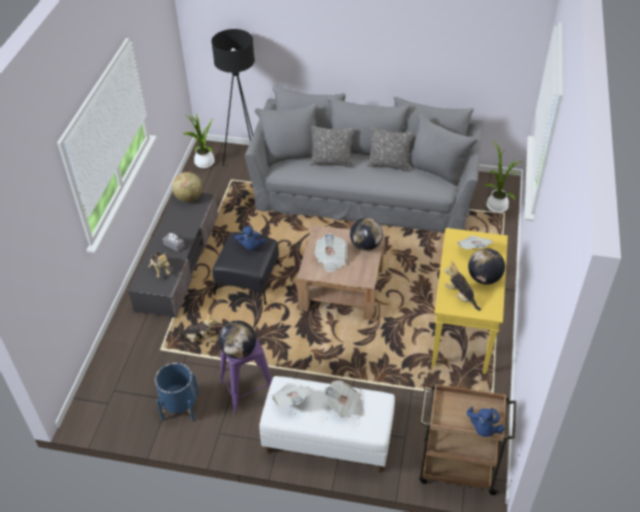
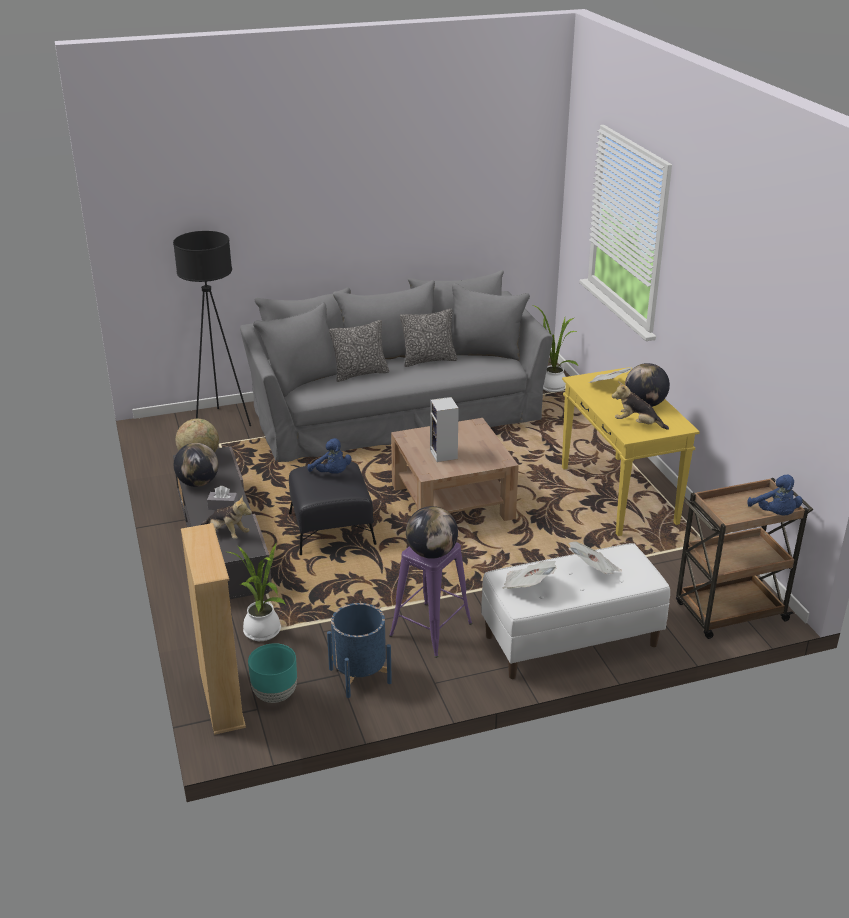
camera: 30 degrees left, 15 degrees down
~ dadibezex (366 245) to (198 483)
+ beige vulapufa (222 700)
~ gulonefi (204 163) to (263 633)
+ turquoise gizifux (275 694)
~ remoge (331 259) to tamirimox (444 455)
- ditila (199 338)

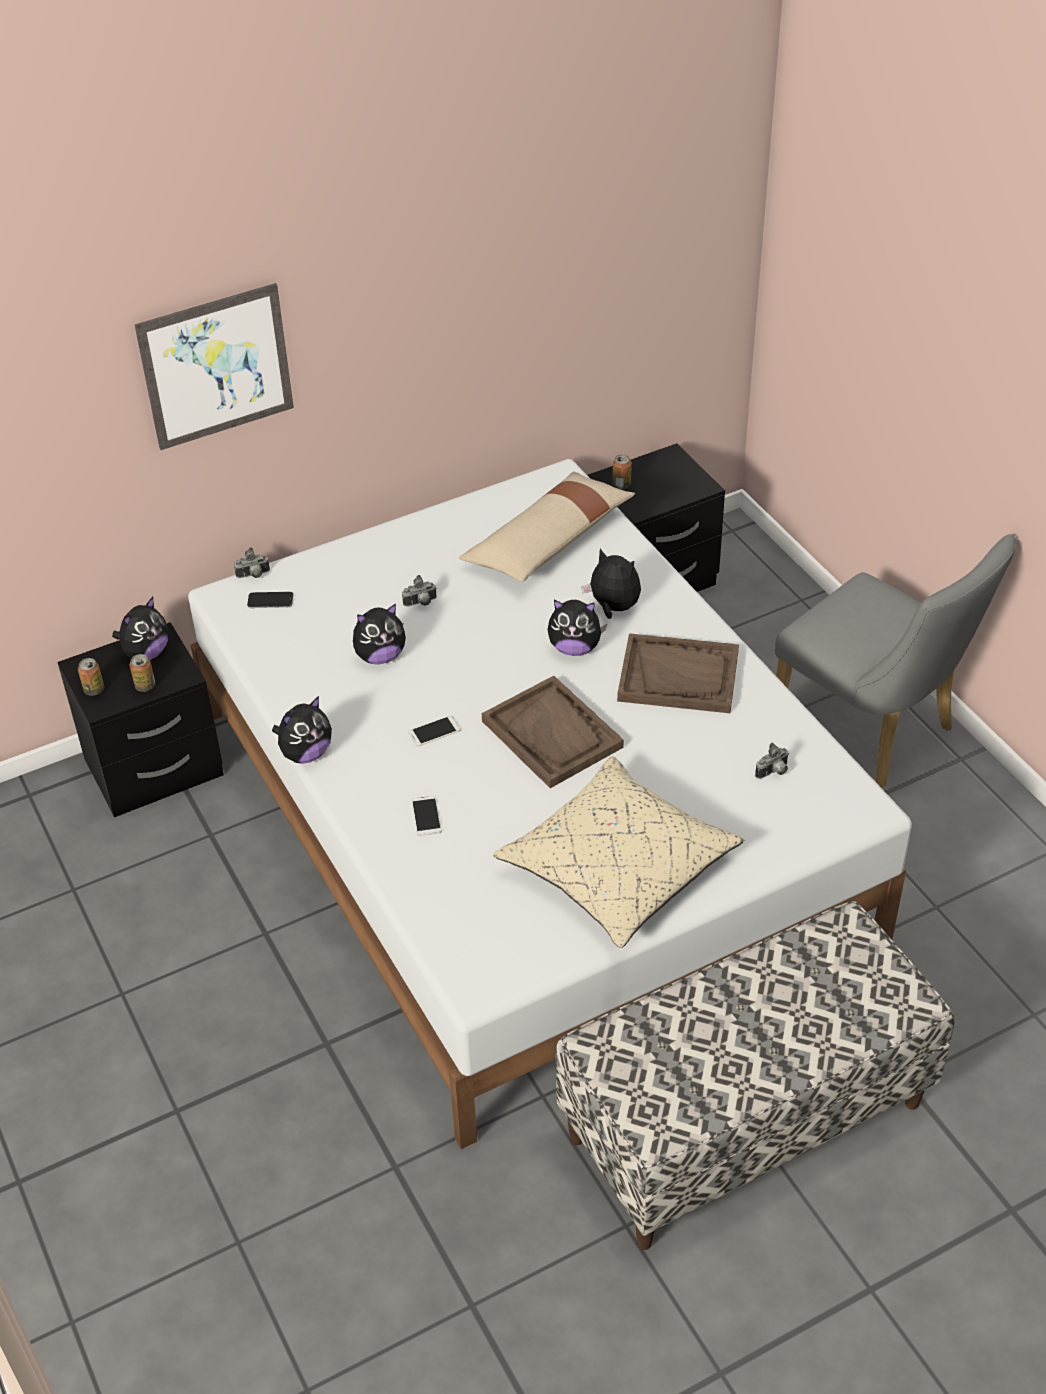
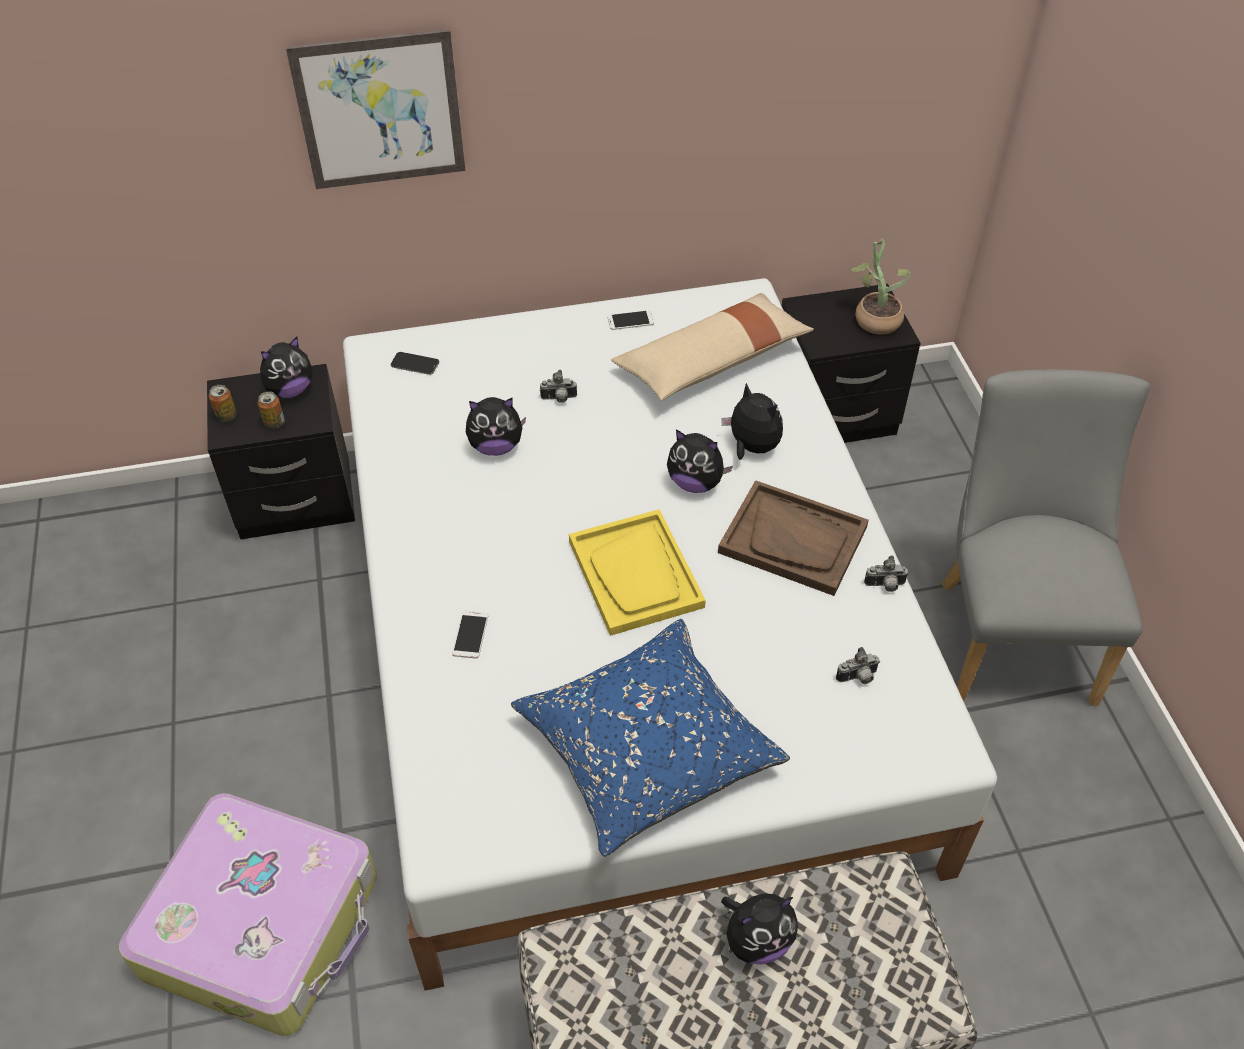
camera: 15 degrees right, 5 degrees up
+ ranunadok (264 924)
~ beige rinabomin (617 867) to blue rinabomin (646 748)
~ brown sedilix (552 734) to yellow sedilix (636 574)
~ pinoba (434 731) to (630 320)
~ ditila (305 753) to (756 940)
+ gulonefi (874 318)
~ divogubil (253 575) to (885 586)
~ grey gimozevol (873 731) = (1011 630) 150 degrees counterclockwise
- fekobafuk (621 484)

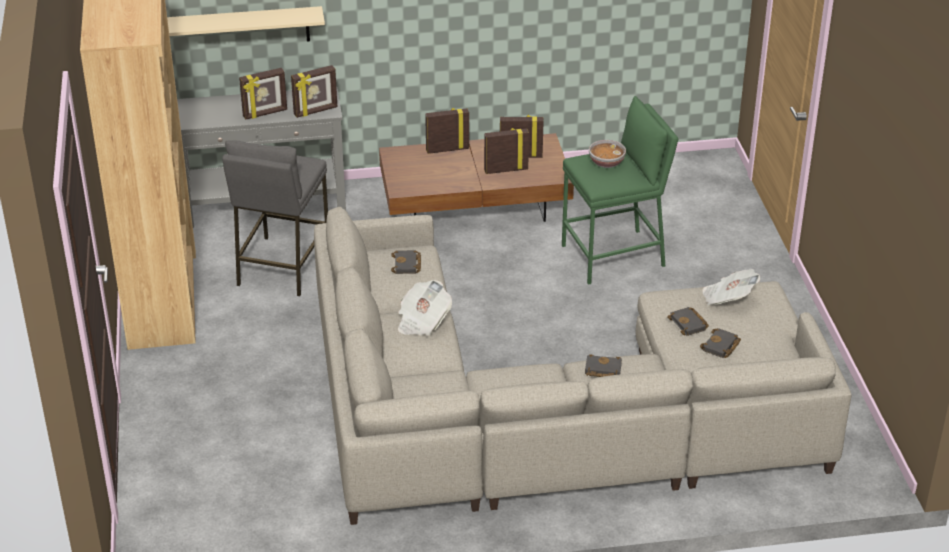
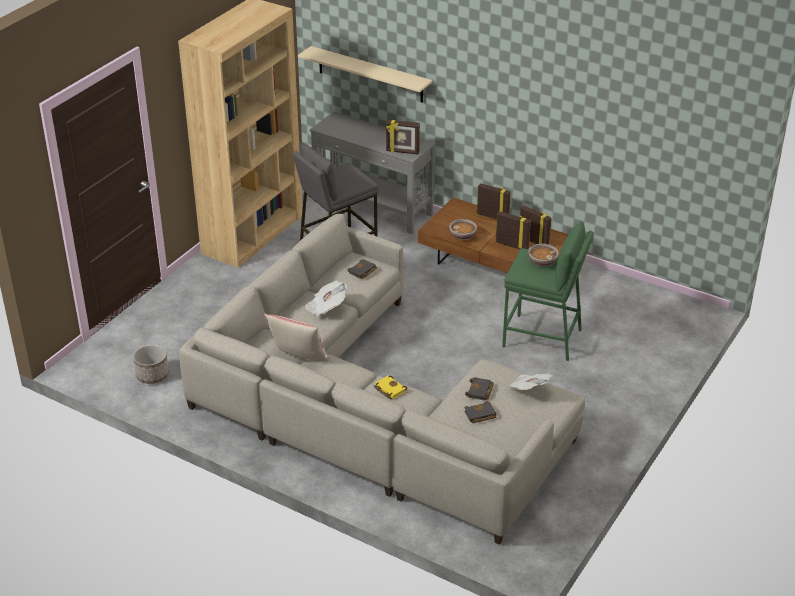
camera: 40 degrees right, 0 degrees up
+ gizifux (153 375)
+ rinabomin (299 357)
~ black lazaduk (602 370) to yellow lazaduk (389 389)
+ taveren (463 236)
- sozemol (265 113)

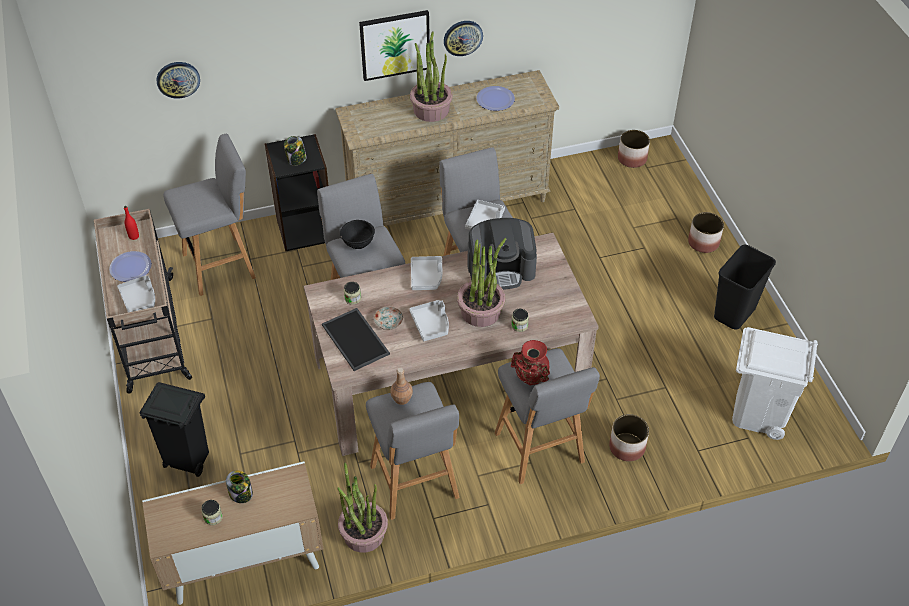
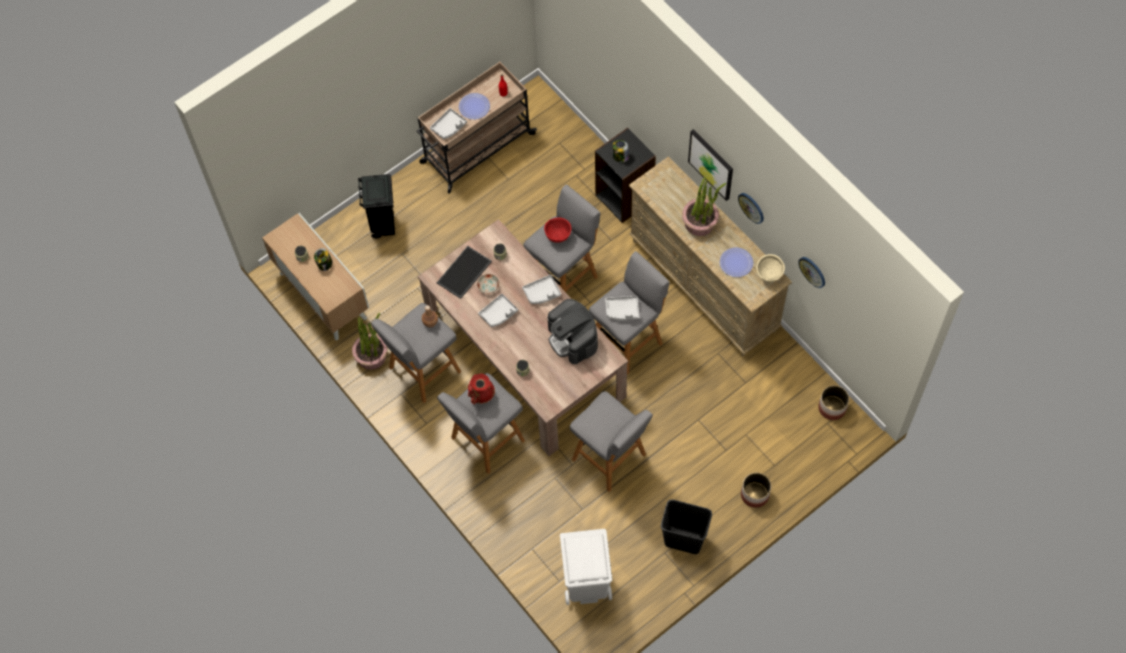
camera: 70 degrees right, 15 degrees up
~ black taveren (358 244) to red taveren (558 236)
~ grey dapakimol (222 265) to (610 459)
+ beige taveren (769 274)
~ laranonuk (178 79) to (812 271)
- gulonefi (481 311)
- gizifux (627 447)

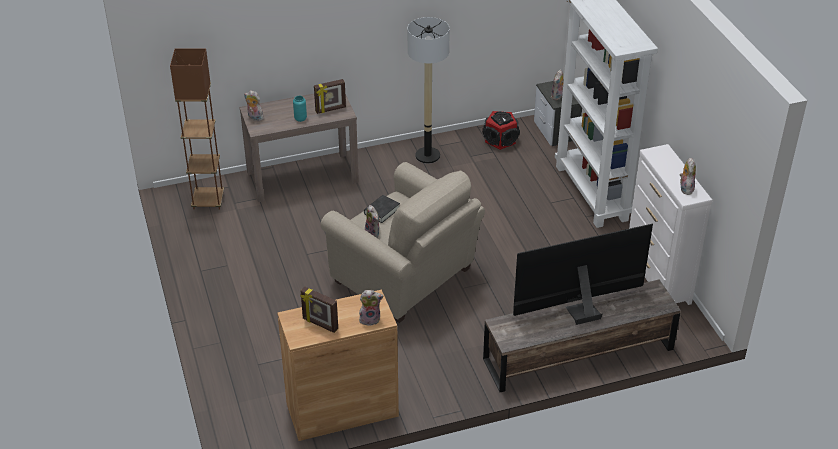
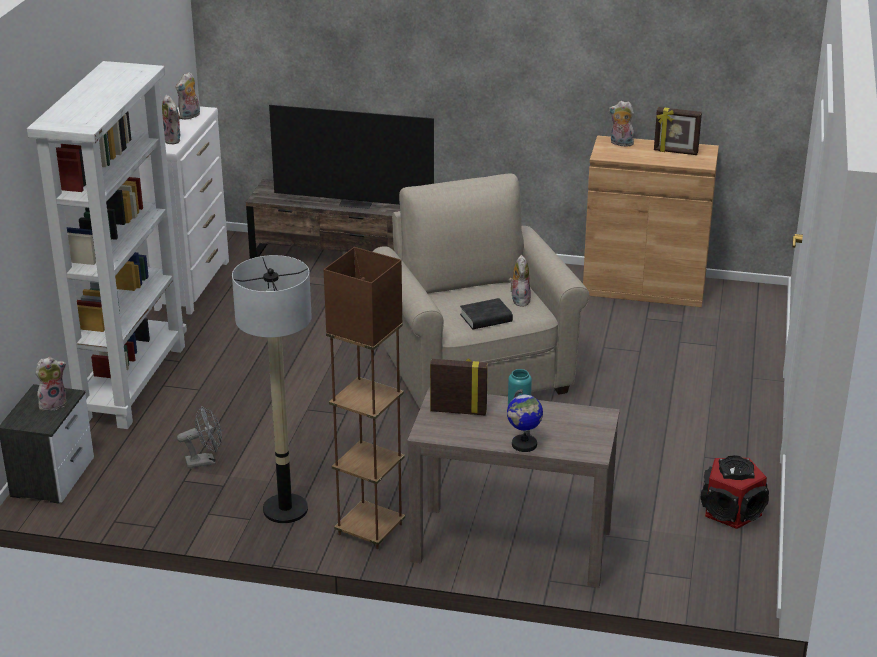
camera: 150 degrees left, 10 degrees down
~ ditila (254 118) to (173 140)
+ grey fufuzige (205 461)
~ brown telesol (208 201) to (370 529)
+ dadibezex (524 445)
~ sozemol (320 324) = (675 152) 135 degrees clockwise
~ tamirimox (500 140) to (731 511)

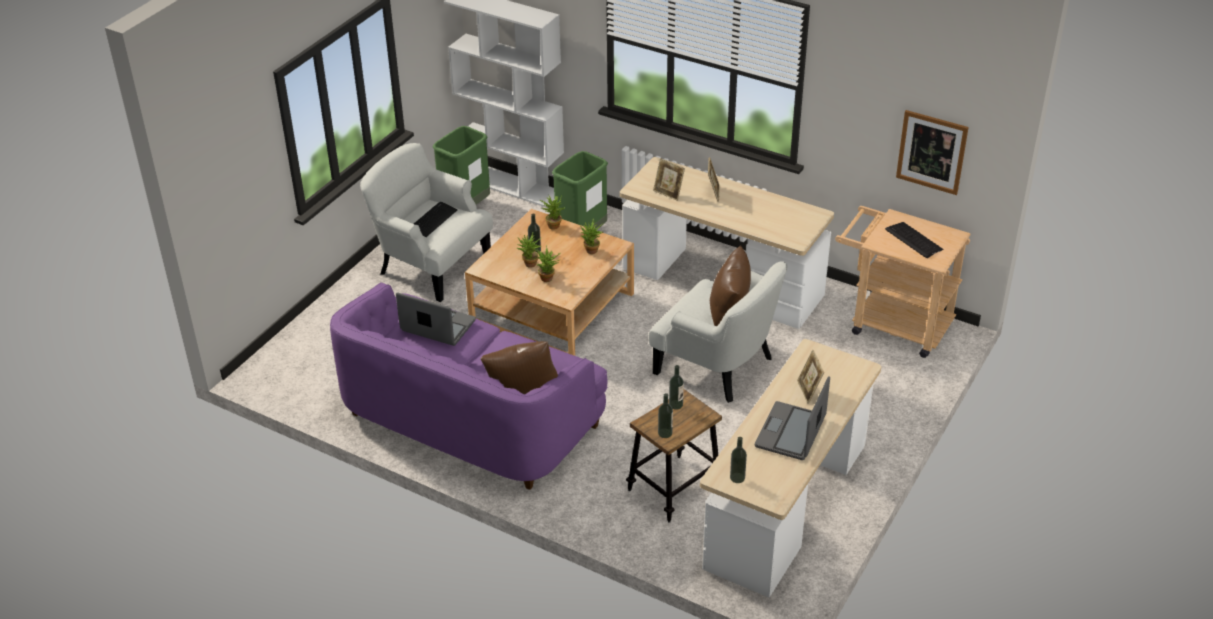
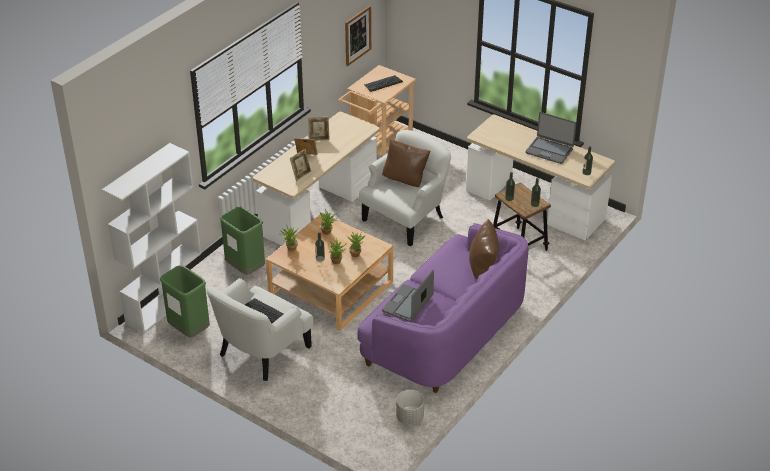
camera: 85 degrees left, 0 degrees up
~ sozemol (809 391) to (319 138)
+ grey gizifux (410 418)

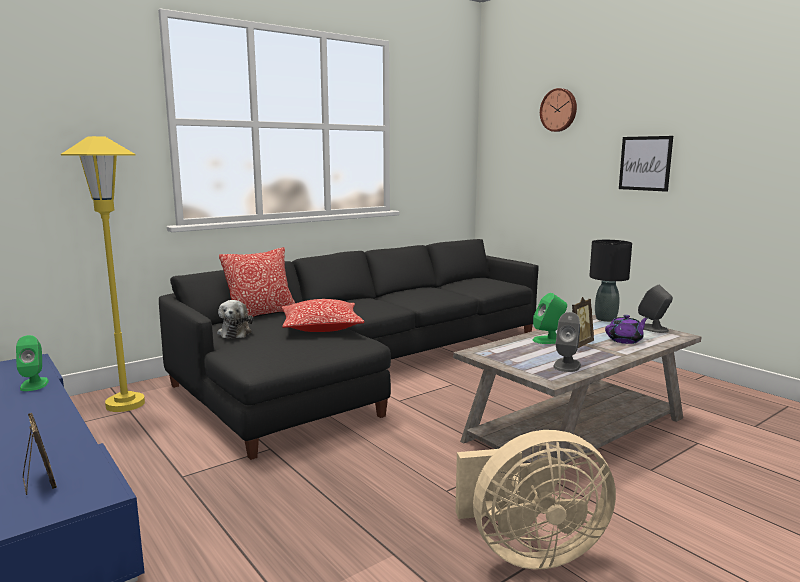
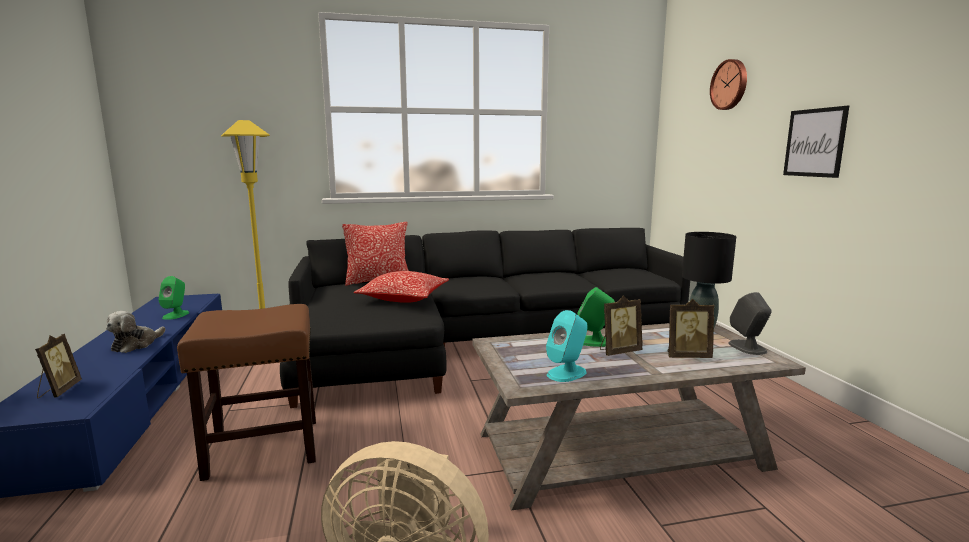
camera: 25 degrees right, 0 degrees up
~ ditila (235 332) to (136 344)
+ brown dapakimol (262 448)
~ grey tamirimox (567 365) to turquoise tamirimox (567 373)
~ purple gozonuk (625 340) to sozemol (687 356)

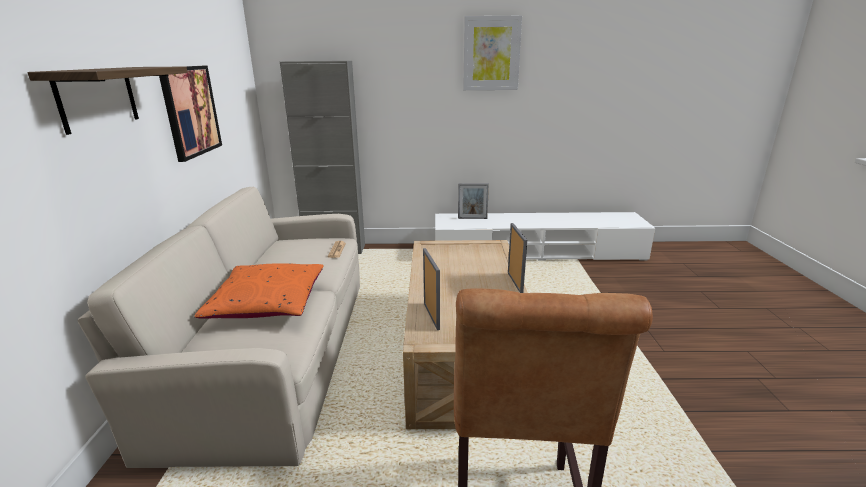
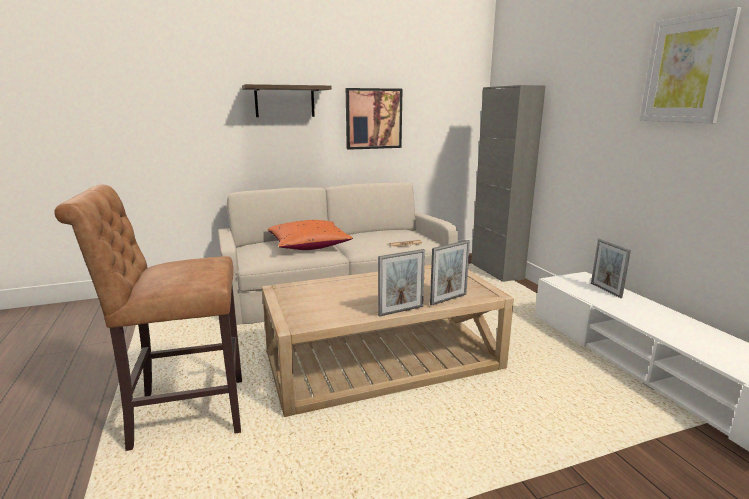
camera: 70 degrees right, 5 degrees down
~ sozemol (431 316) to (448 299)

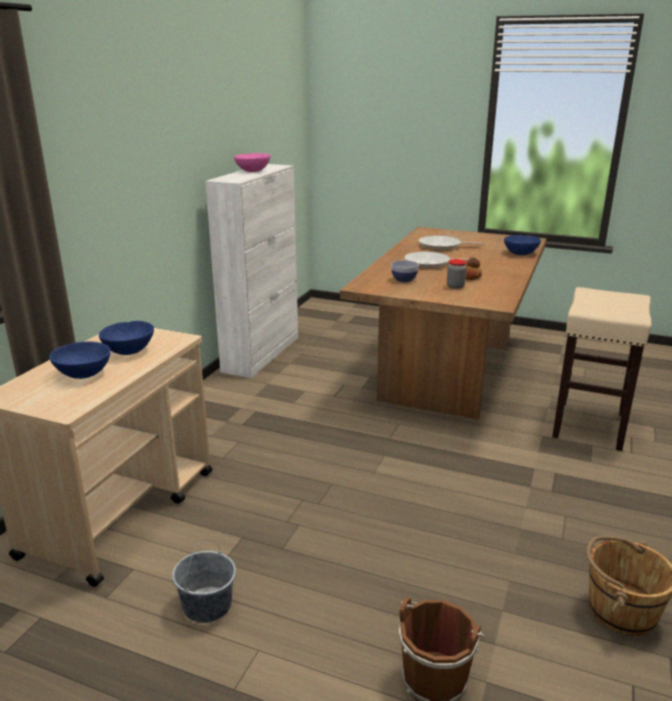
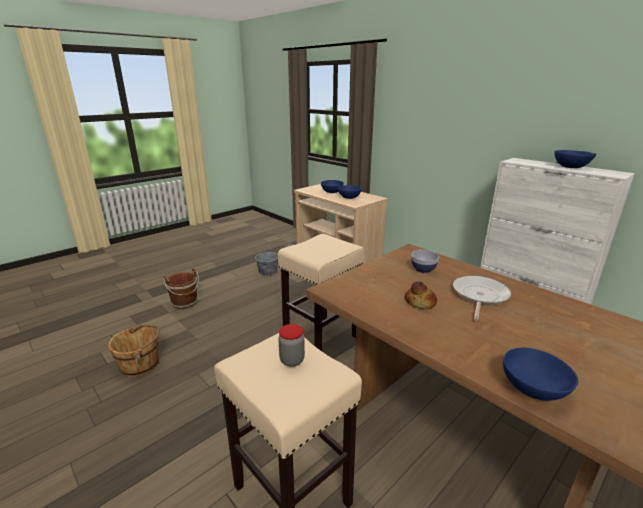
camera: 115 degrees right, 0 degrees up
+ beige dapakimol (321 338)
~ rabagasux (455 286) to (292 360)
~ pink taveren (252 171) to blue taveren (571 167)
- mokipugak (442 246)

